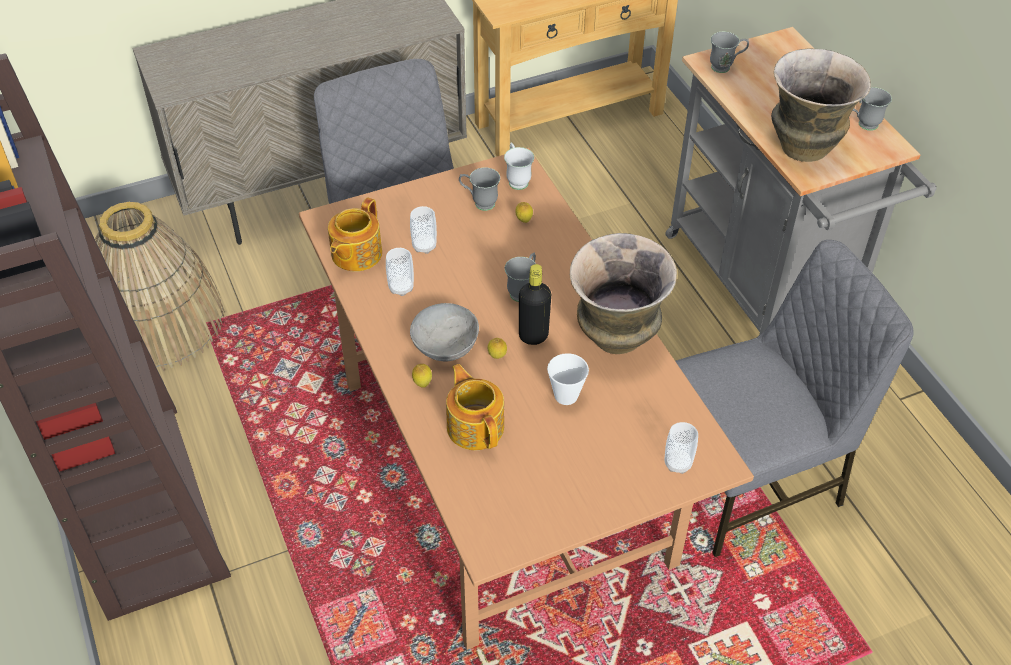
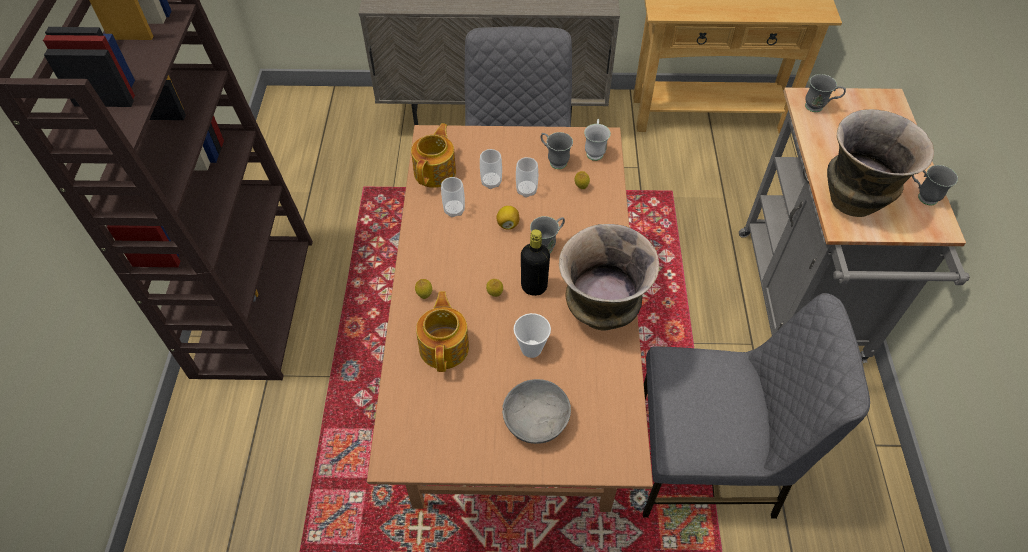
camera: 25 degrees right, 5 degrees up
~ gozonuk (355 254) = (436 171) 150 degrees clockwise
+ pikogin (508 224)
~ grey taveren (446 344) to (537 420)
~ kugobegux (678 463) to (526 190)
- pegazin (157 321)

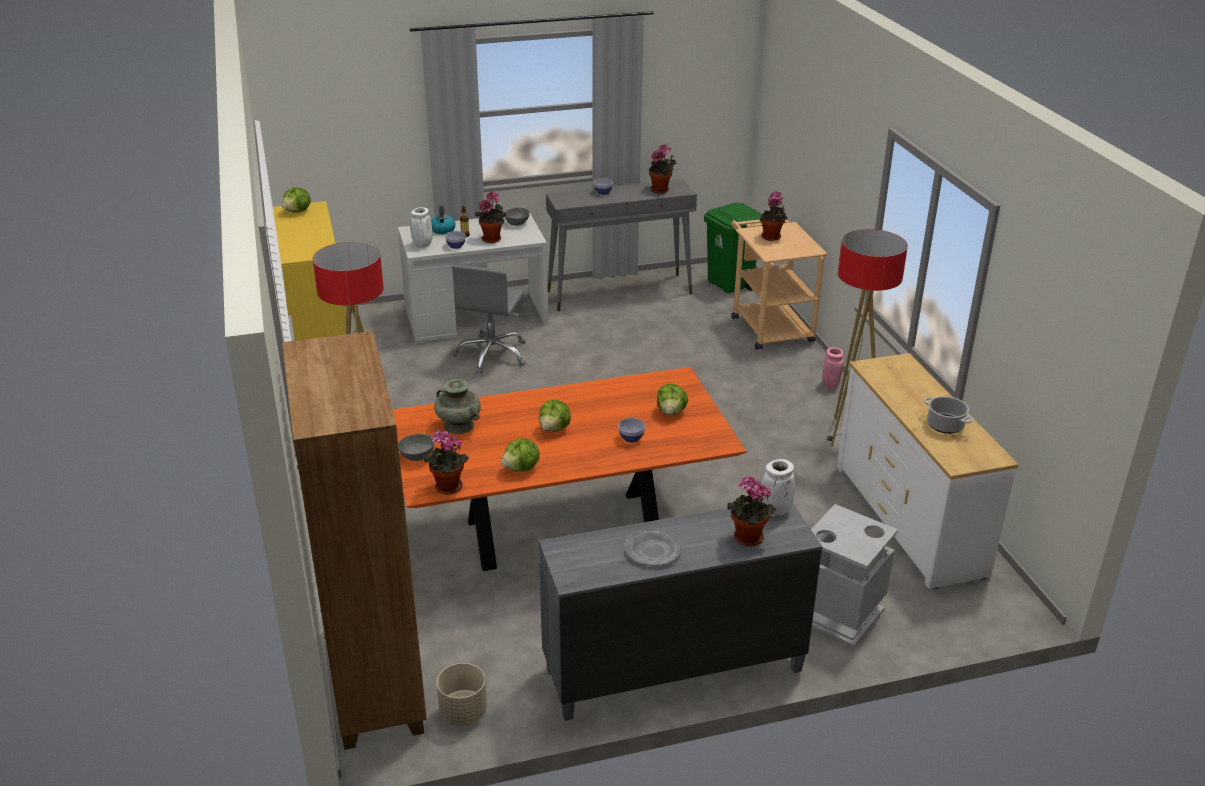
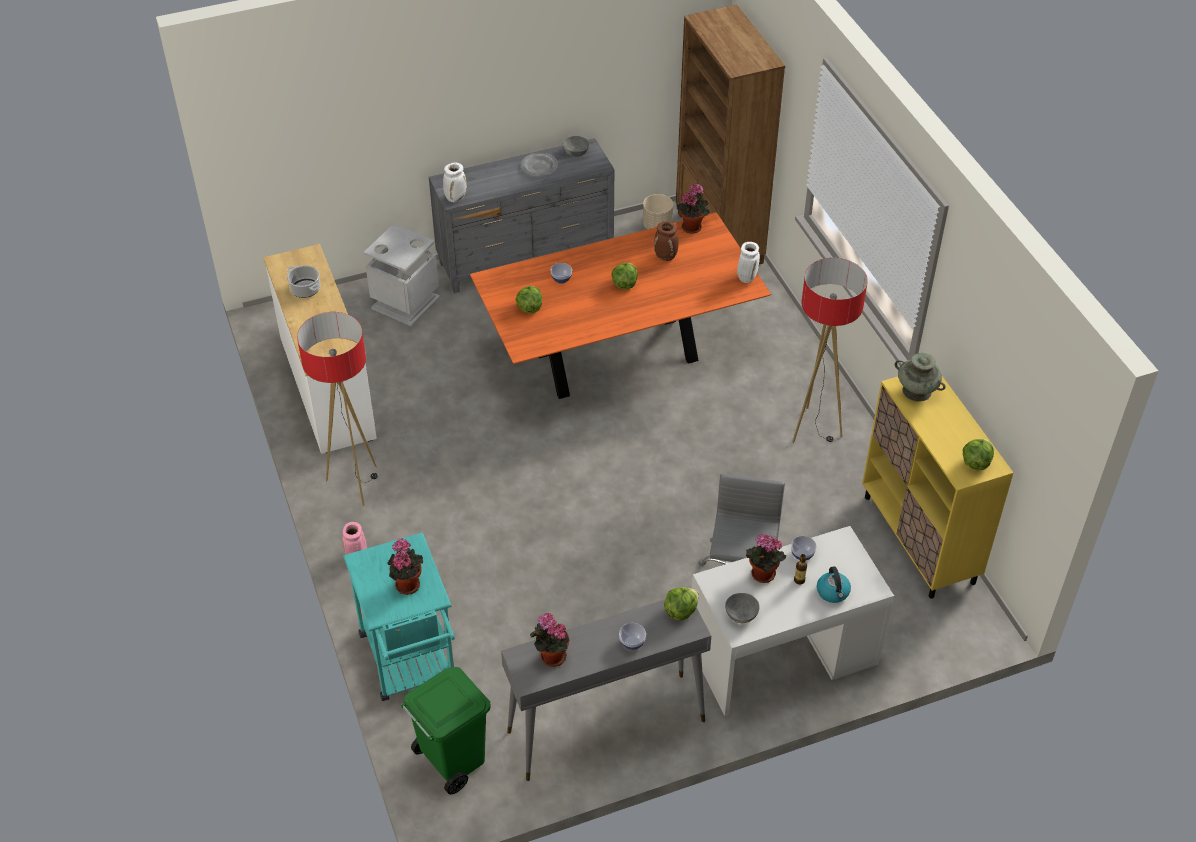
camera: 175 degrees right, 15 degrees up
~ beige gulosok (769 326) to turquoise gulosok (411 664)
~ grey taveren (418 457) to (575 153)
+ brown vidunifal (666 257)
~ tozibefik (521 468) to (680 611)
~ white vidunifal (422 245) to (746 277)
~ turquoise vidunifal (459 425) to (916 391)
- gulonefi (746 539)

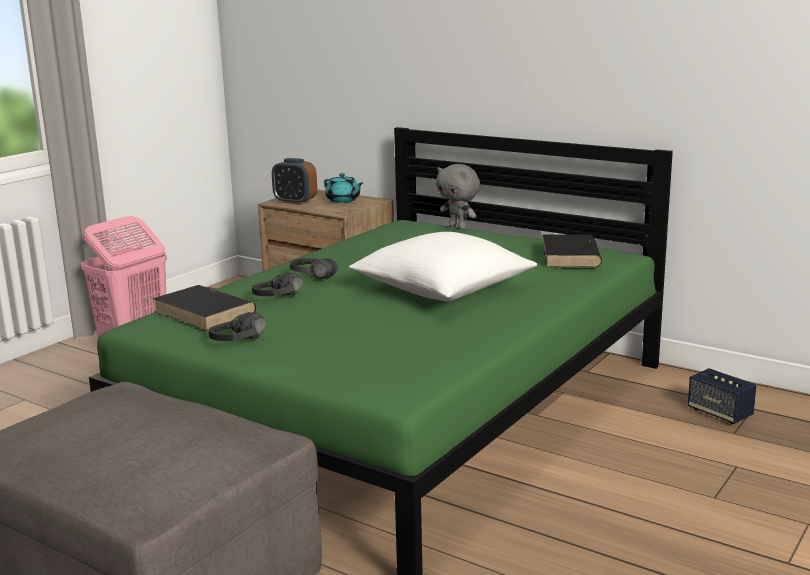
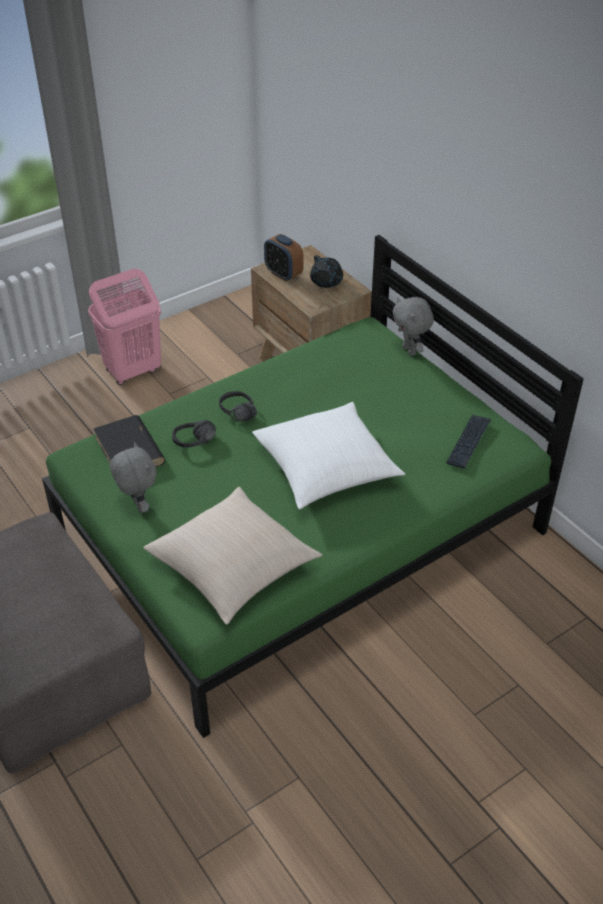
camera: 20 degrees right, 25 degrees up
~ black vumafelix (245 343) to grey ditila (138 506)
+ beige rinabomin (233 567)
~ turquoise gozonuk (343 200) to black gozonuk (326 282)
~ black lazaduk (570 256) to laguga (468 442)
- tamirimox (719 413)

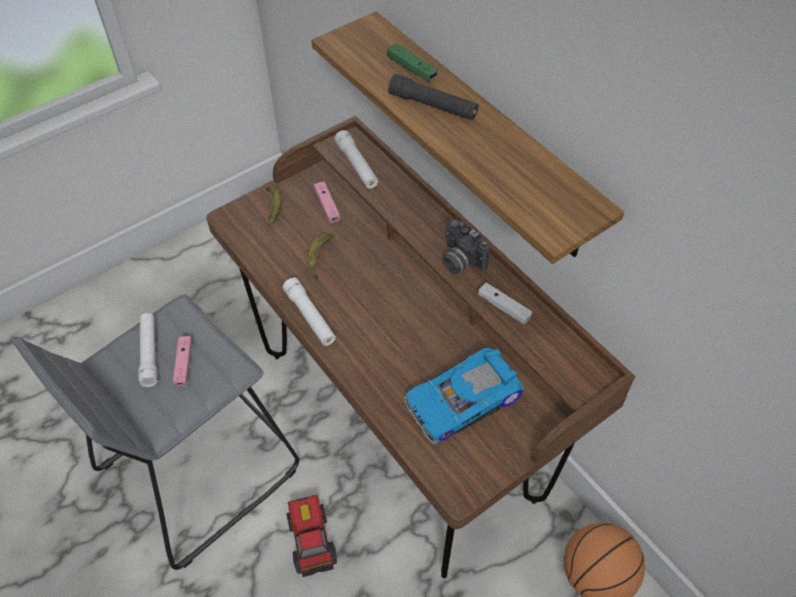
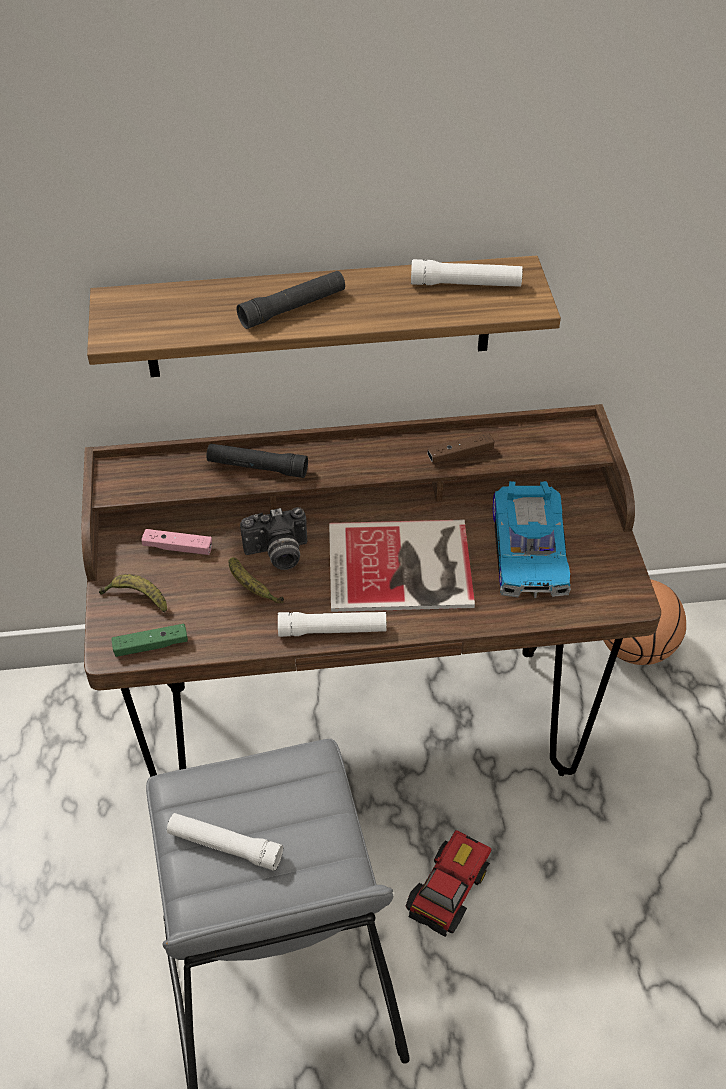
camera: 60 degrees left, 5 degrees down
~ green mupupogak (411 69) to (151 646)
+ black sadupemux (257 467)
~ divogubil (459 261) to (277 555)
+ lazaduk (404 568)
~ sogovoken (311 538) = (450 888) 105 degrees clockwise
~ white sadupemux (357 165) to (466 284)
~ white mupupogak (503 307) to brown mupupogak (460 454)
- pink mupupogak (184 364)

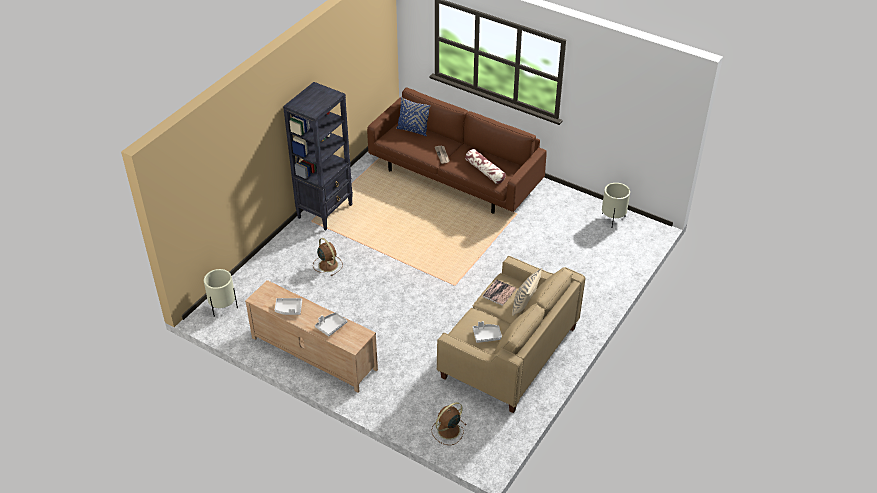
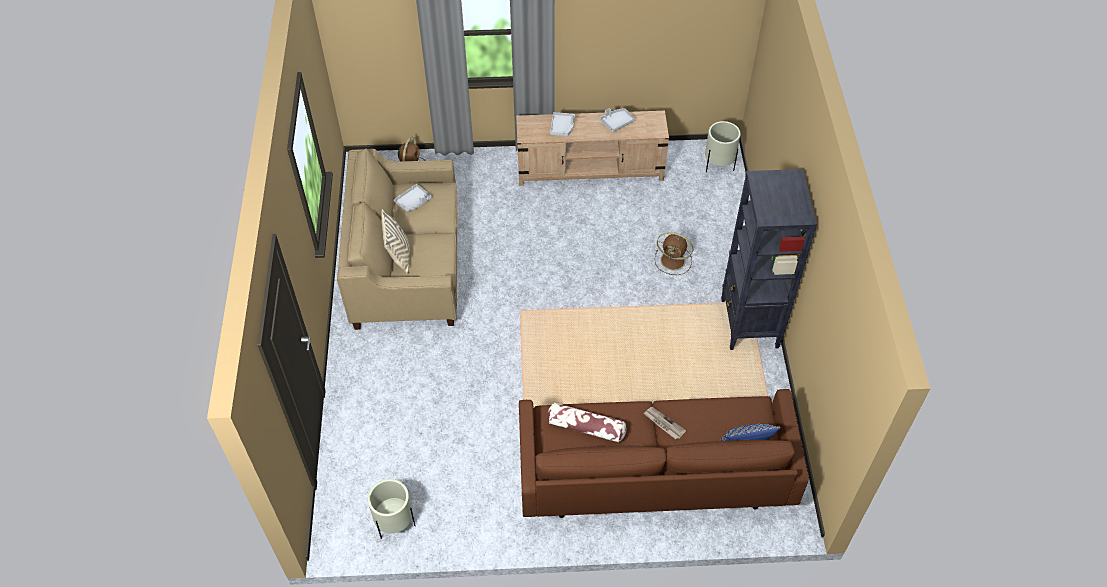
camera: 145 degrees right, 10 degrees up
- lazaduk (499 293)

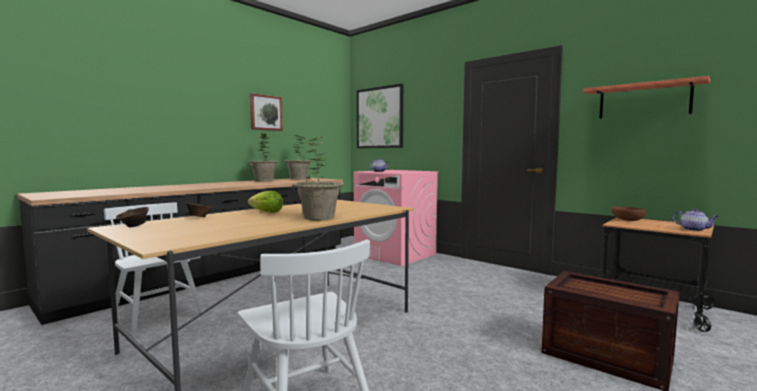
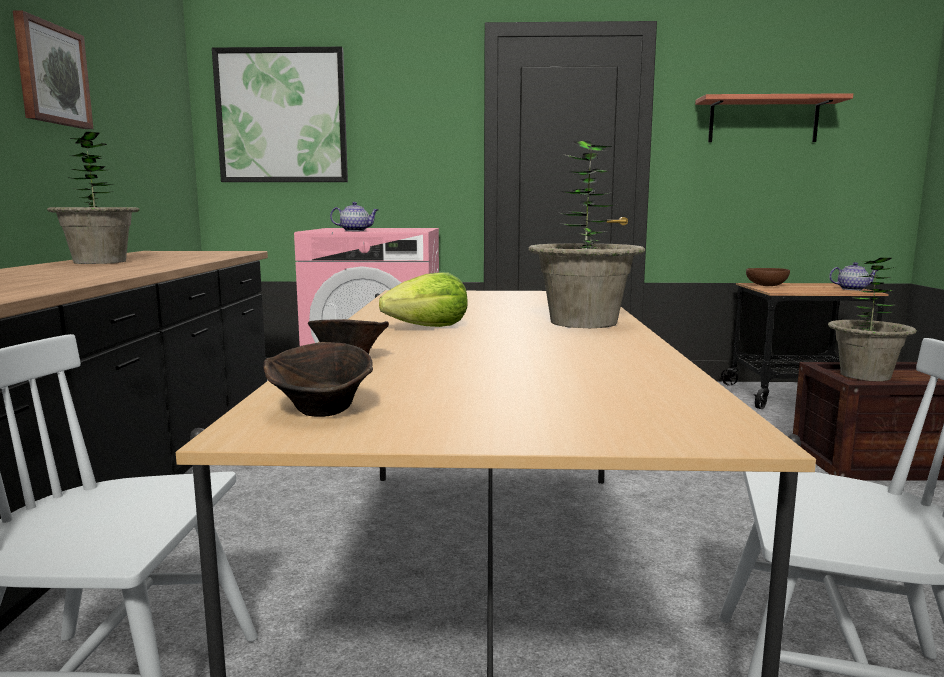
camera: 40 degrees left, 5 degrees up
~ gulonefi (298 179) to (865 375)

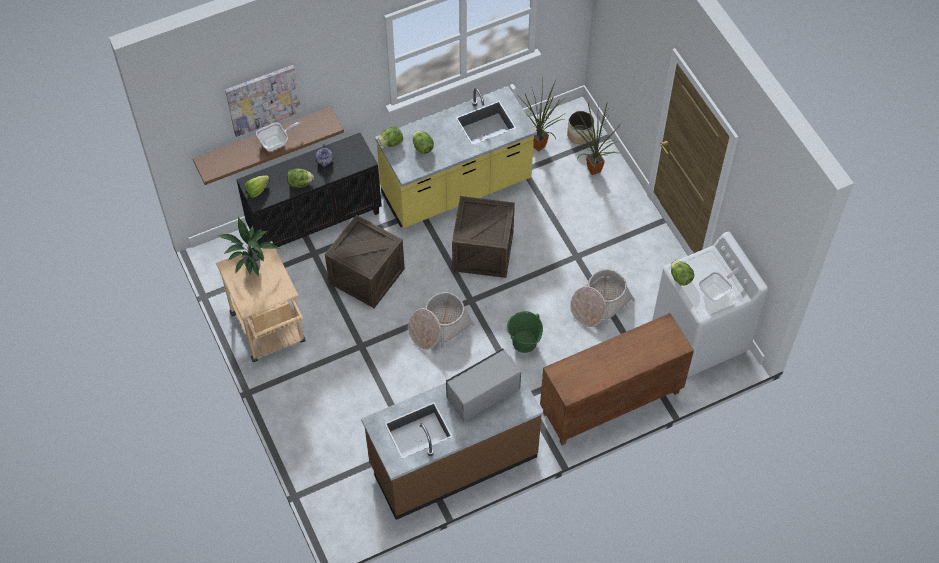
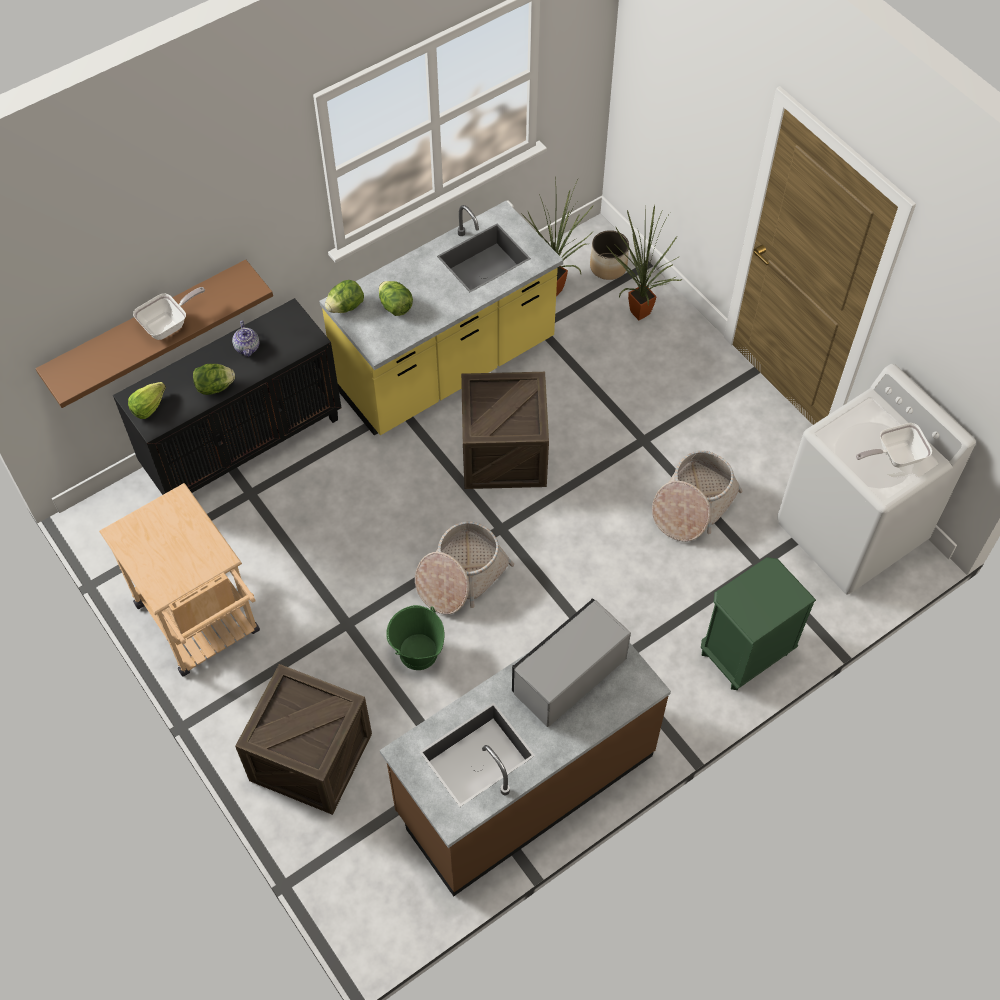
camera: 10 degrees left, 0 degrees up
~ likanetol (366 276) to (311 757)
~ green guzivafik (524 342) to (418 653)
~ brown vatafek (610 403) to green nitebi (744 653)
~ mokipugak (716 291) = (895 456) 150 degrees counterclockwise
- gulonefi (253 268)
- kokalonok (263 99)
- tozibefik (680 278)

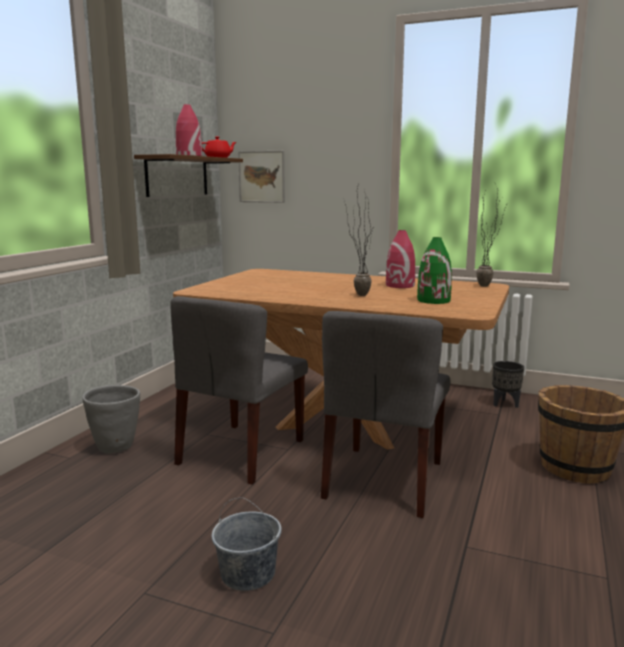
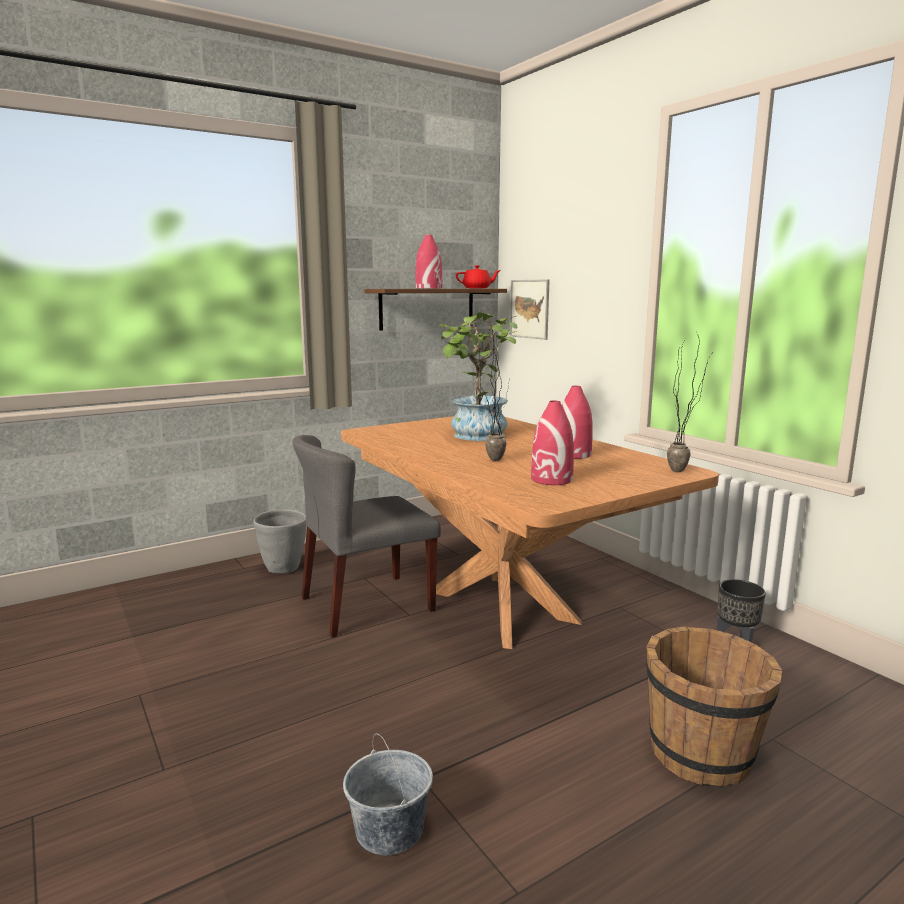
camera: 35 degrees right, 0 degrees up
~ grey guzivafik (248 574) to (389 830)
+ gulonefi (477 436)
~ green vidunifal (434 300) to red vidunifal (552 479)
- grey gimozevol (384 480)

